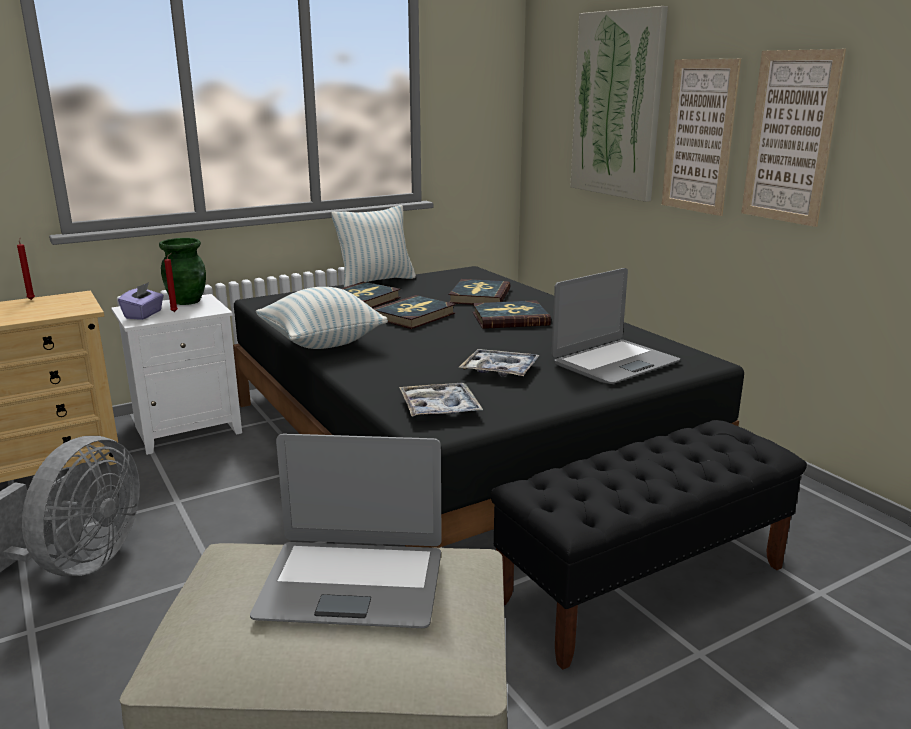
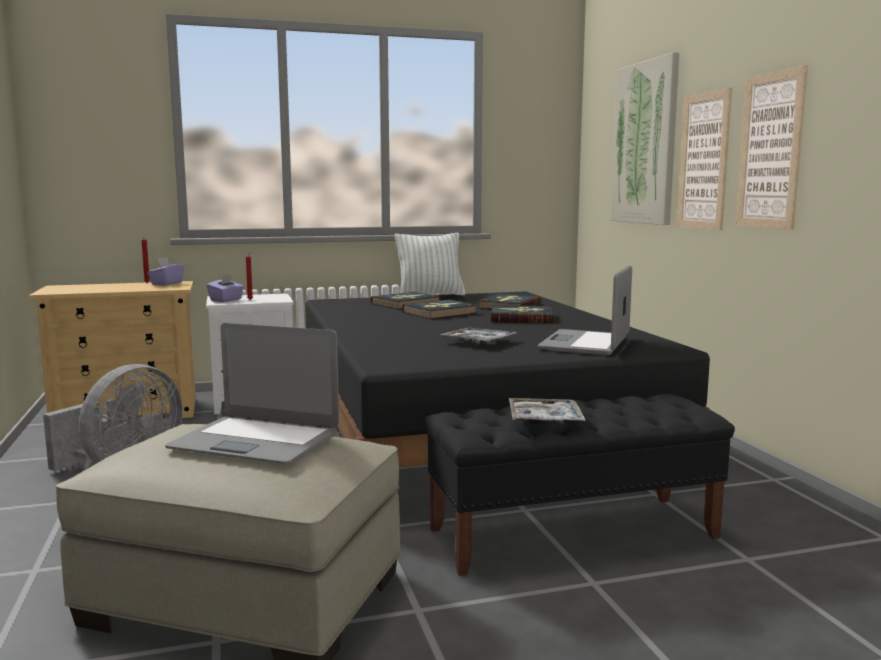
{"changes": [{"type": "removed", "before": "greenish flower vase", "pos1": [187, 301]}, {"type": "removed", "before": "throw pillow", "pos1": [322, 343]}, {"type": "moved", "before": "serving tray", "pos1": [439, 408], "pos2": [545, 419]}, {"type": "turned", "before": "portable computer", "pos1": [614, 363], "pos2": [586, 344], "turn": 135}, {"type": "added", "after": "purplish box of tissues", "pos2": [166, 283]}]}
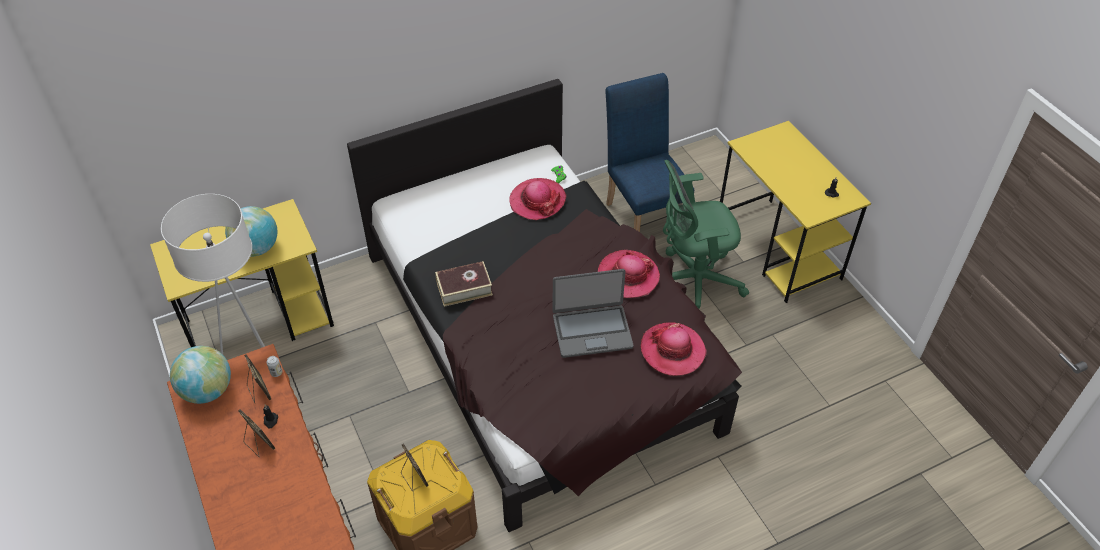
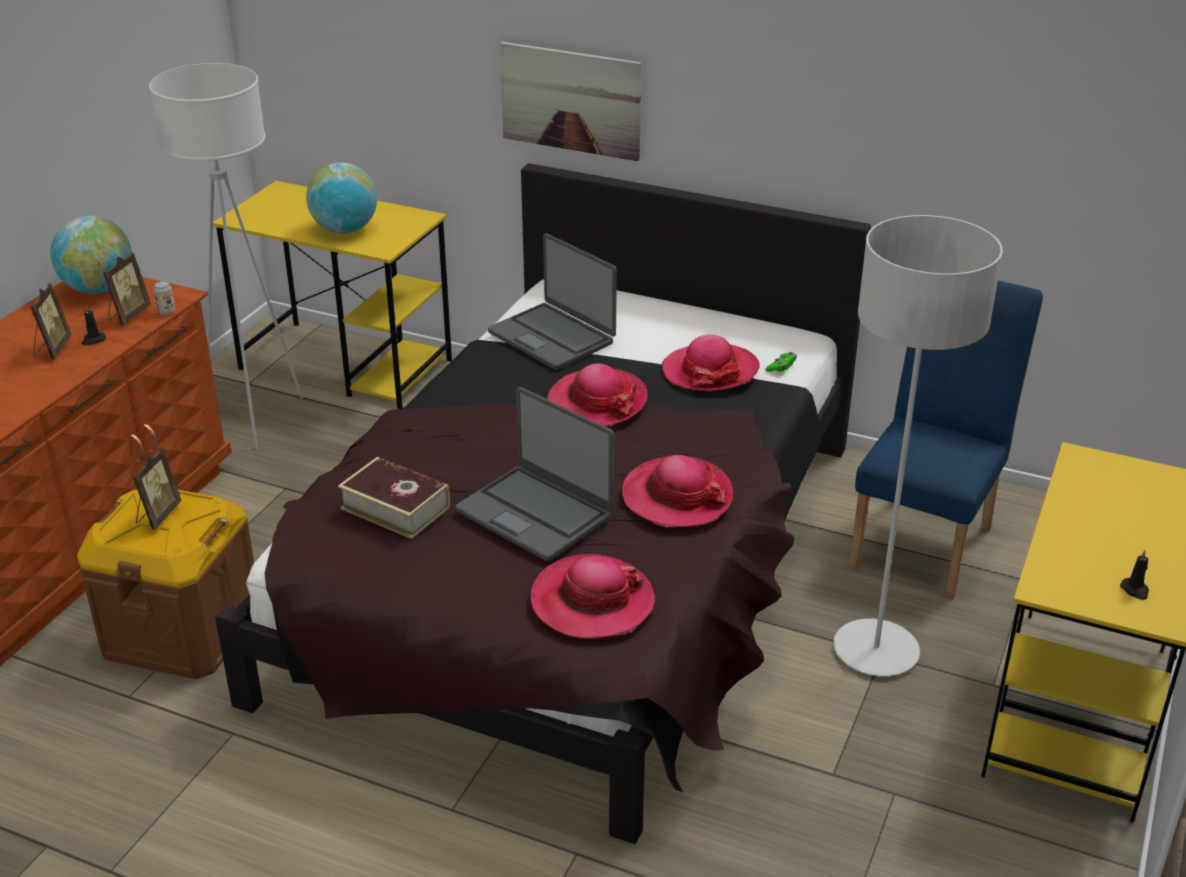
{"changes": [{"type": "moved", "before": "bound book", "pos1": [464, 288], "pos2": [395, 508]}, {"type": "replaced", "before": "greenish desk chair", "after": "gray standing lamp", "pos1": [692, 280], "pos2": [875, 651]}, {"type": "added", "after": "portable computer", "pos2": [552, 337]}, {"type": "added", "after": "wall picture", "pos2": [571, 100]}, {"type": "added", "after": "clothing hat", "pos2": [597, 401]}]}
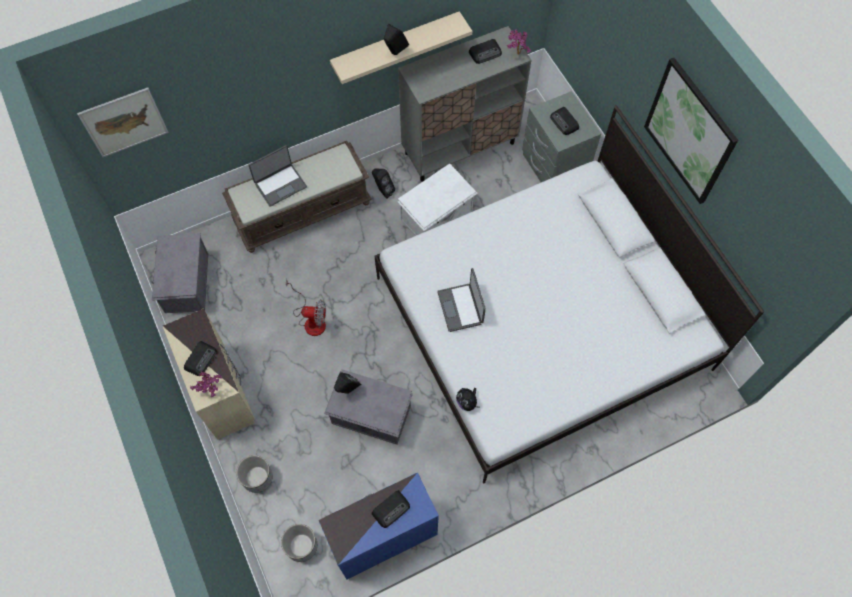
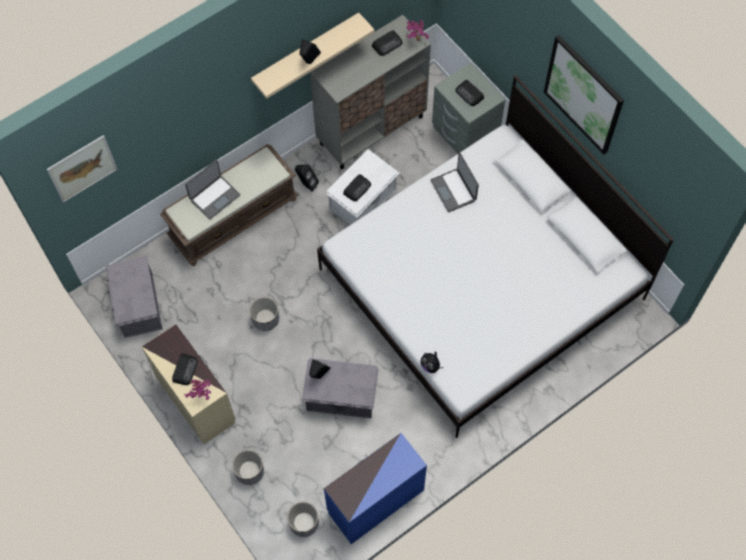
{"changes": [{"type": "replaced", "before": "fan", "after": "plant pot", "pos1": [311, 320], "pos2": [265, 319]}, {"type": "moved", "before": "radio receiver", "pos1": [391, 509], "pos2": [357, 188]}, {"type": "moved", "before": "portable computer", "pos1": [461, 307], "pos2": [454, 190]}]}
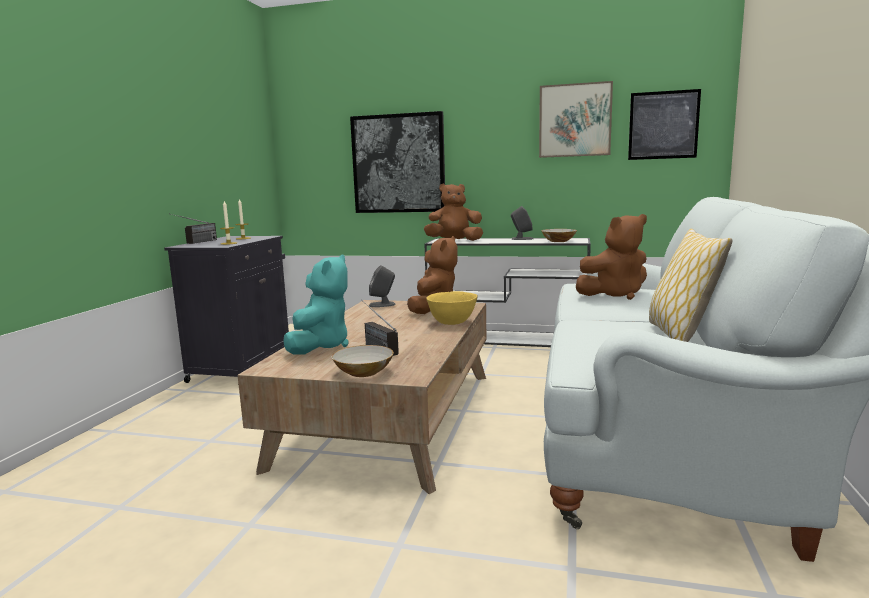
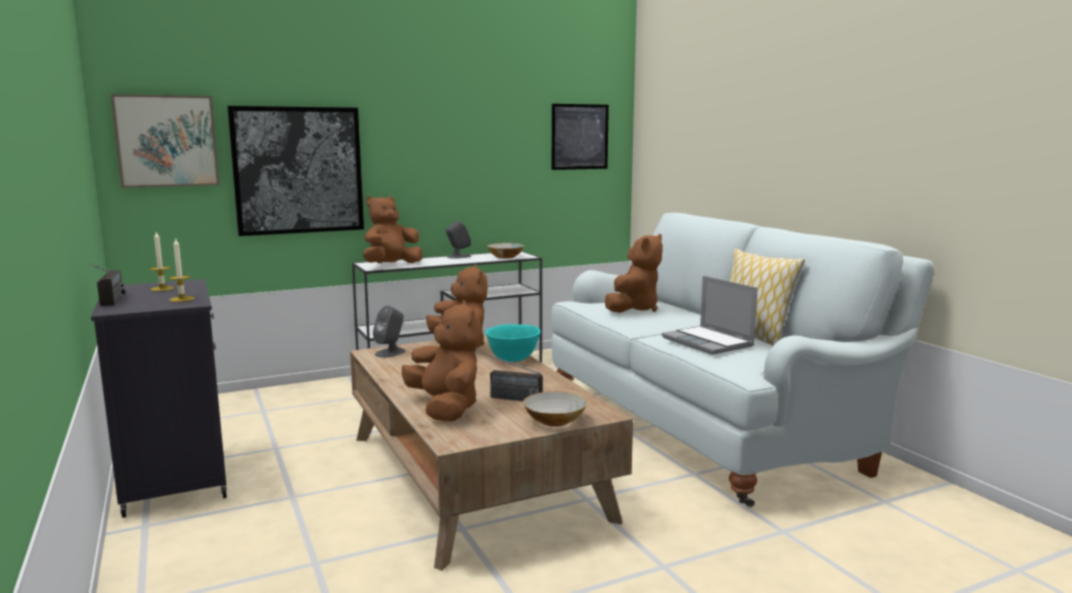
{"changes": [{"type": "recoloured", "before": "turquoise cuddly toy", "after": "brown-coloured cuddly toy", "pos1": [320, 346], "pos2": [445, 408]}, {"type": "recoloured", "before": "yellow-coloured bowl", "after": "turquoise bowl", "pos1": [452, 322], "pos2": [513, 358]}, {"type": "moved", "before": "wall picture", "pos1": [575, 120], "pos2": [167, 141]}, {"type": "added", "after": "portable computer", "pos2": [709, 342]}]}
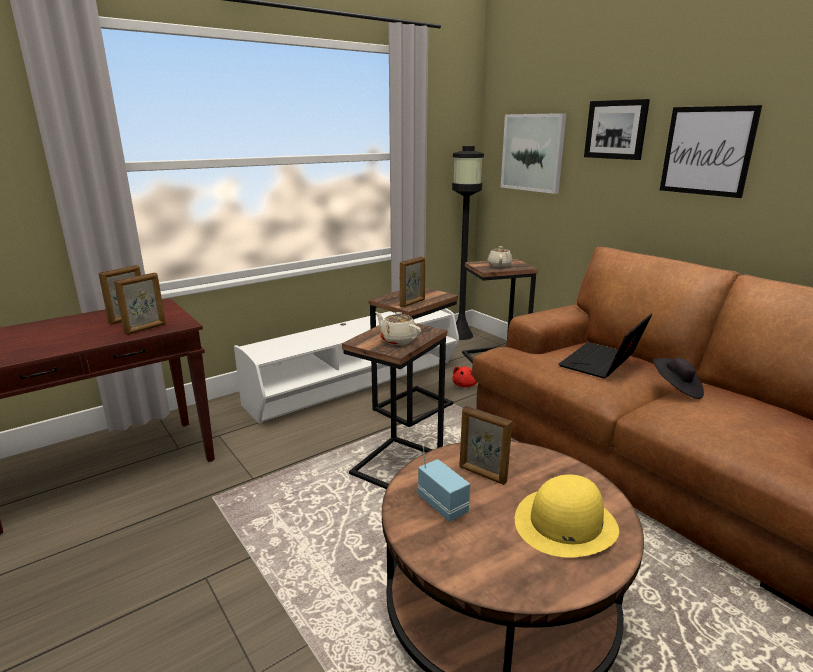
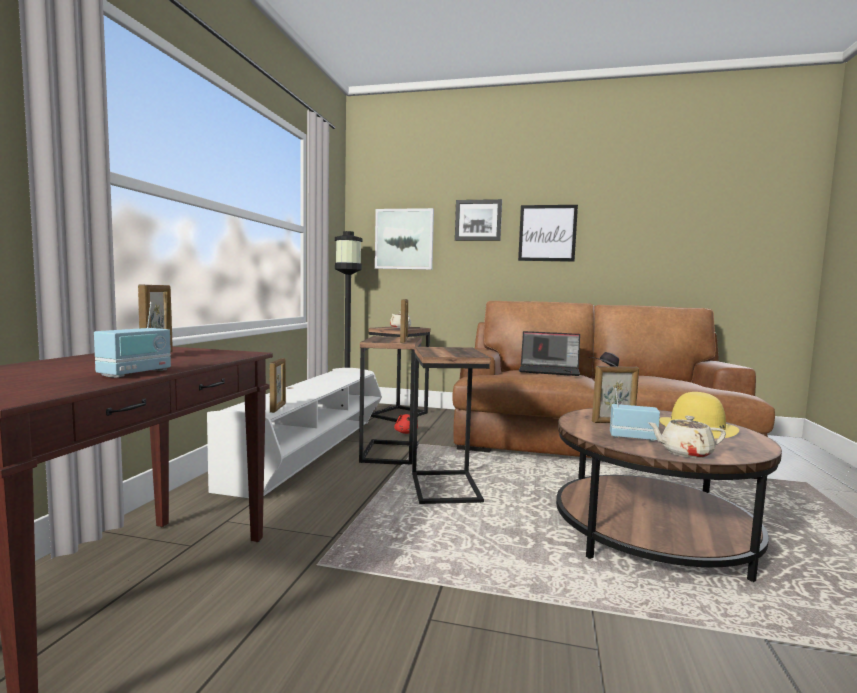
{"changes": [{"type": "moved", "before": "photo frame", "pos1": [146, 329], "pos2": [278, 408]}, {"type": "moved", "before": "sand-coloured tea pot", "pos1": [397, 340], "pos2": [685, 453]}, {"type": "turned", "before": "portable computer", "pos1": [602, 363], "pos2": [550, 371], "turn": -75}, {"type": "added", "after": "radio receiver", "pos2": [135, 373]}]}
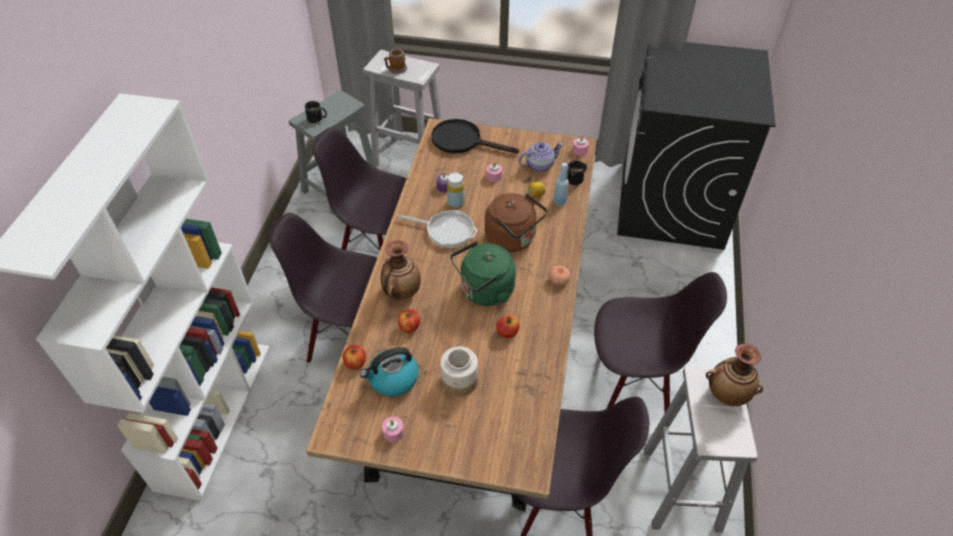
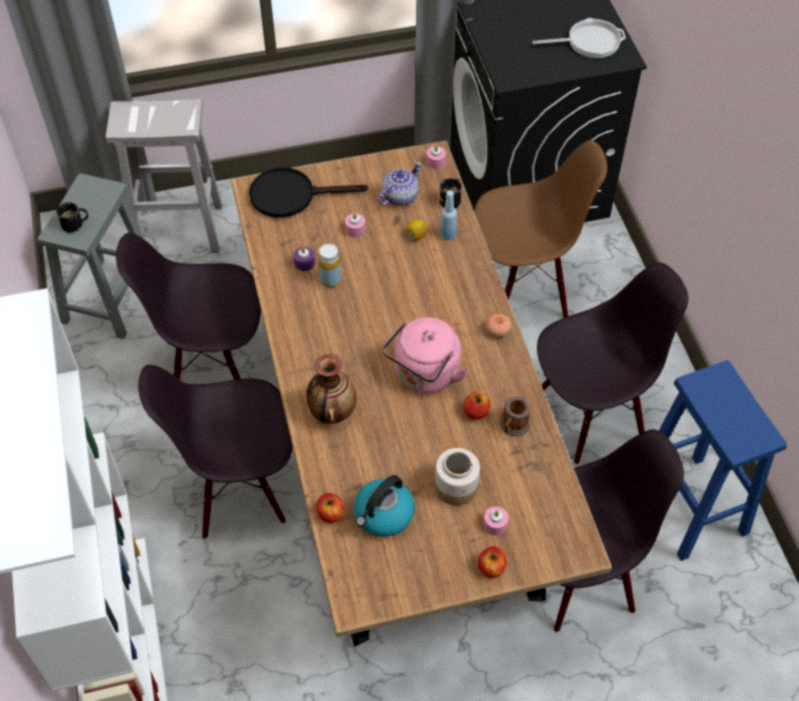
{"changes": [{"type": "moved", "before": "pinkish candle", "pos1": [393, 432], "pos2": [495, 524]}, {"type": "moved", "before": "mug", "pos1": [396, 69], "pos2": [513, 426]}, {"type": "moved", "before": "pan", "pos1": [446, 230], "pos2": [589, 42]}, {"type": "moved", "before": "apple", "pos1": [409, 327], "pos2": [491, 568]}, {"type": "recoloured", "before": "greenish kettle", "after": "pinkish kettle", "pos1": [484, 291], "pos2": [425, 375]}, {"type": "removed", "before": "brown-coloured kettle", "pos1": [513, 239]}, {"type": "recoloured", "before": "white stool seat", "after": "blue stool seat", "pos1": [682, 491], "pos2": [691, 508]}, {"type": "removed", "before": "flower vase", "pos1": [727, 394]}, {"type": "added", "after": "brown-coloured upright chair", "pos2": [524, 287]}]}
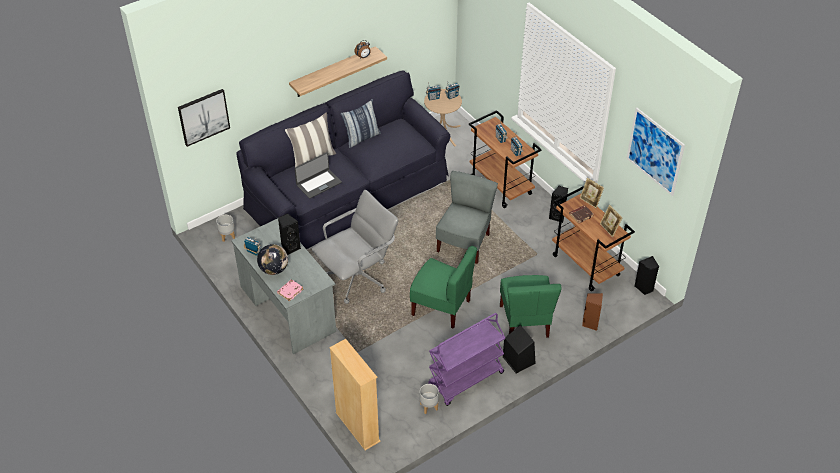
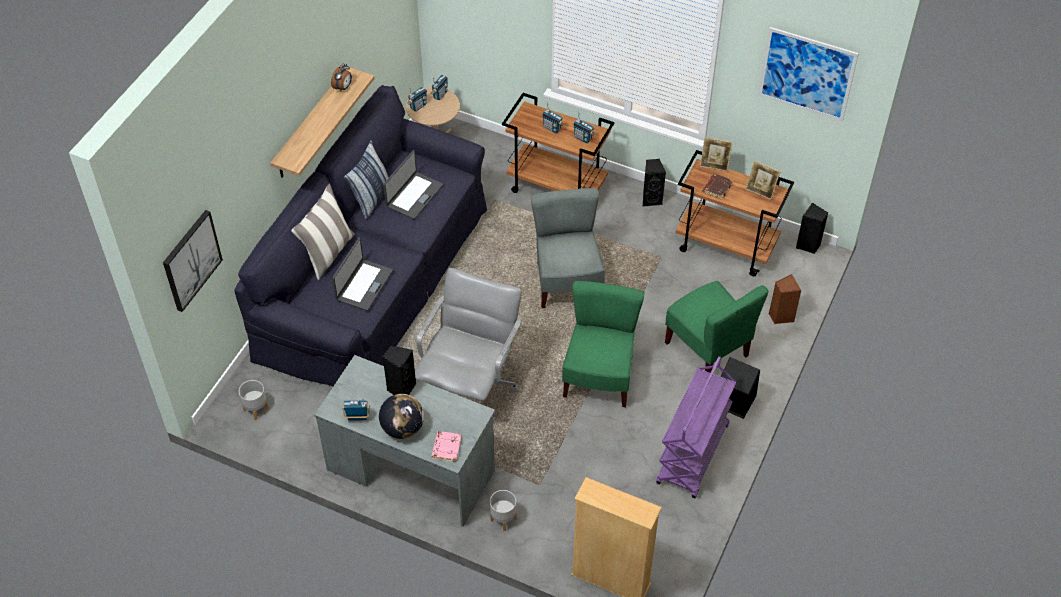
{"changes": [{"type": "turned", "before": "greenish upright chair", "pos1": [441, 307], "pos2": [599, 377], "turn": -75}, {"type": "moved", "before": "gray plant pot", "pos1": [428, 406], "pos2": [503, 519]}, {"type": "added", "after": "portable computer", "pos2": [414, 195]}]}
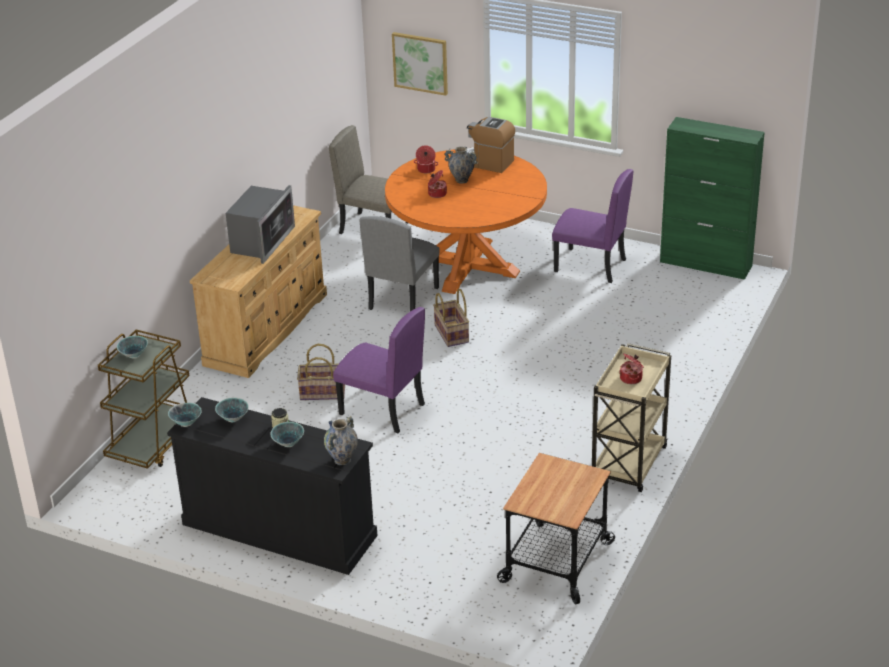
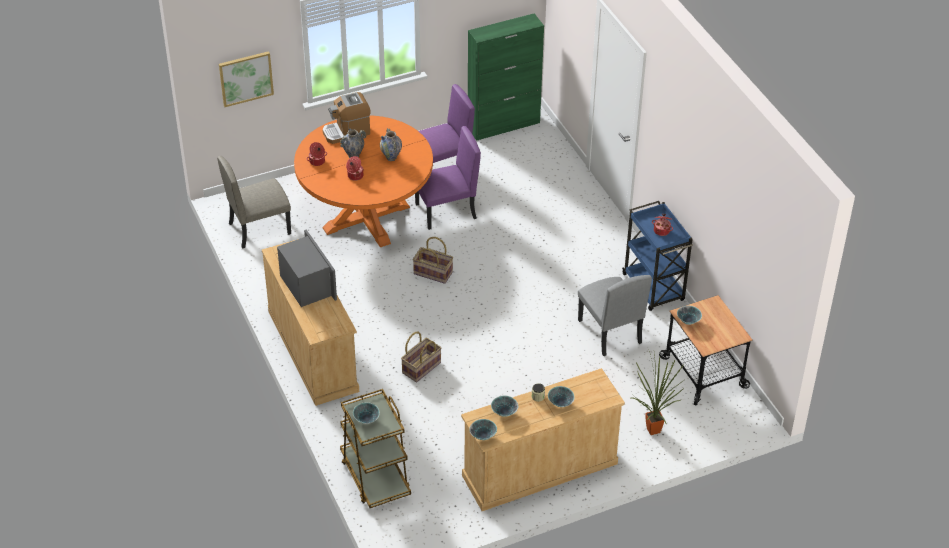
{"changes": [{"type": "recoloured", "before": "black-coloured drawer chest", "after": "sand-coloured drawer chest", "pos1": [278, 530], "pos2": [539, 470]}, {"type": "moved", "before": "flower vase", "pos1": [342, 460], "pos2": [391, 157]}, {"type": "moved", "before": "purplish upright chair", "pos1": [382, 409], "pos2": [446, 211]}, {"type": "moved", "before": "gray upright chair", "pos1": [403, 298], "pos2": [609, 332]}, {"type": "recoloured", "before": "sand-coloured cart", "after": "blue cart", "pos1": [628, 465], "pos2": [654, 288]}, {"type": "added", "after": "plant in a pot", "pos2": [652, 428]}, {"type": "added", "after": "bowl", "pos2": [688, 321]}]}
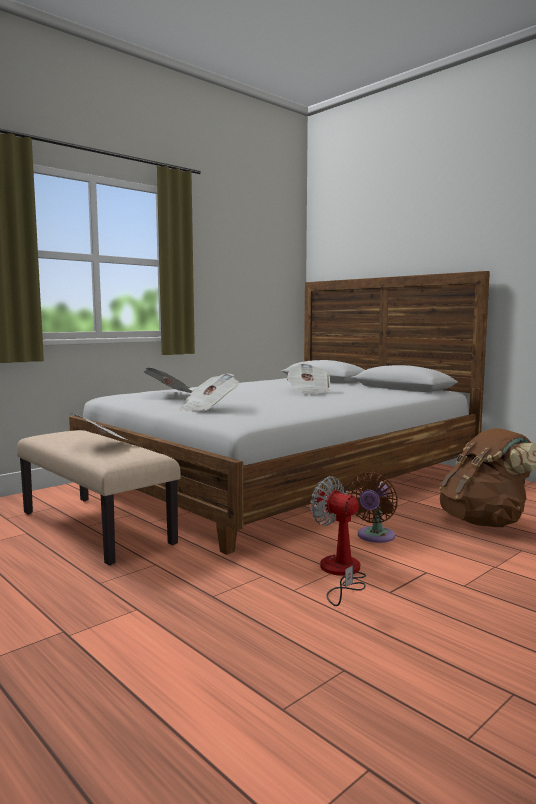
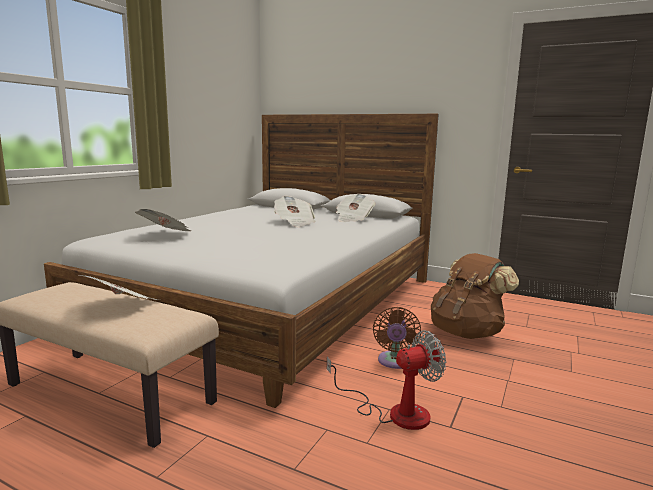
{"changes": [{"type": "moved", "before": "printed paper", "pos1": [208, 408], "pos2": [353, 219]}, {"type": "turned", "before": "fan", "pos1": [340, 573], "pos2": [395, 412], "turn": 135}]}
